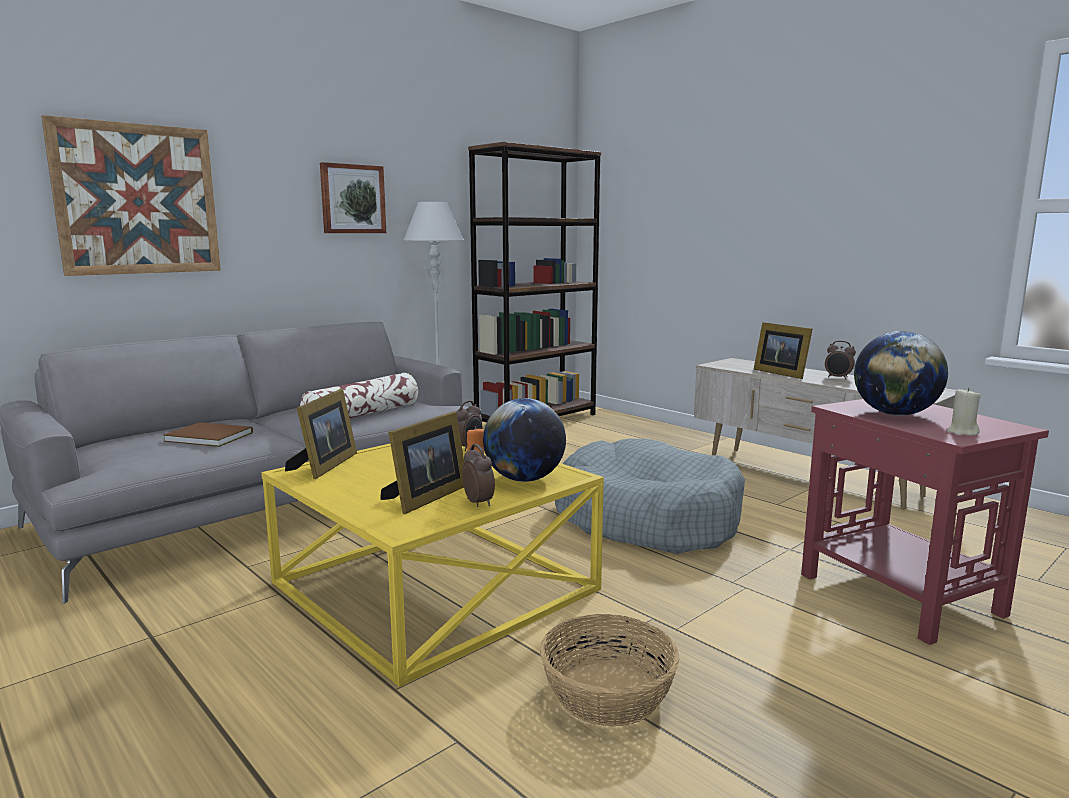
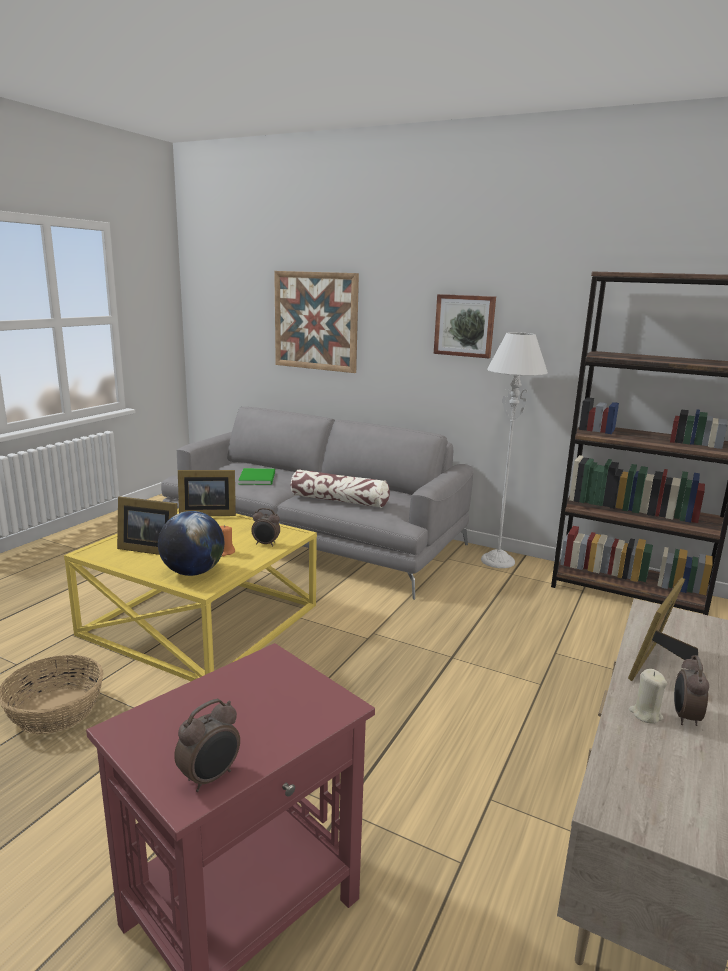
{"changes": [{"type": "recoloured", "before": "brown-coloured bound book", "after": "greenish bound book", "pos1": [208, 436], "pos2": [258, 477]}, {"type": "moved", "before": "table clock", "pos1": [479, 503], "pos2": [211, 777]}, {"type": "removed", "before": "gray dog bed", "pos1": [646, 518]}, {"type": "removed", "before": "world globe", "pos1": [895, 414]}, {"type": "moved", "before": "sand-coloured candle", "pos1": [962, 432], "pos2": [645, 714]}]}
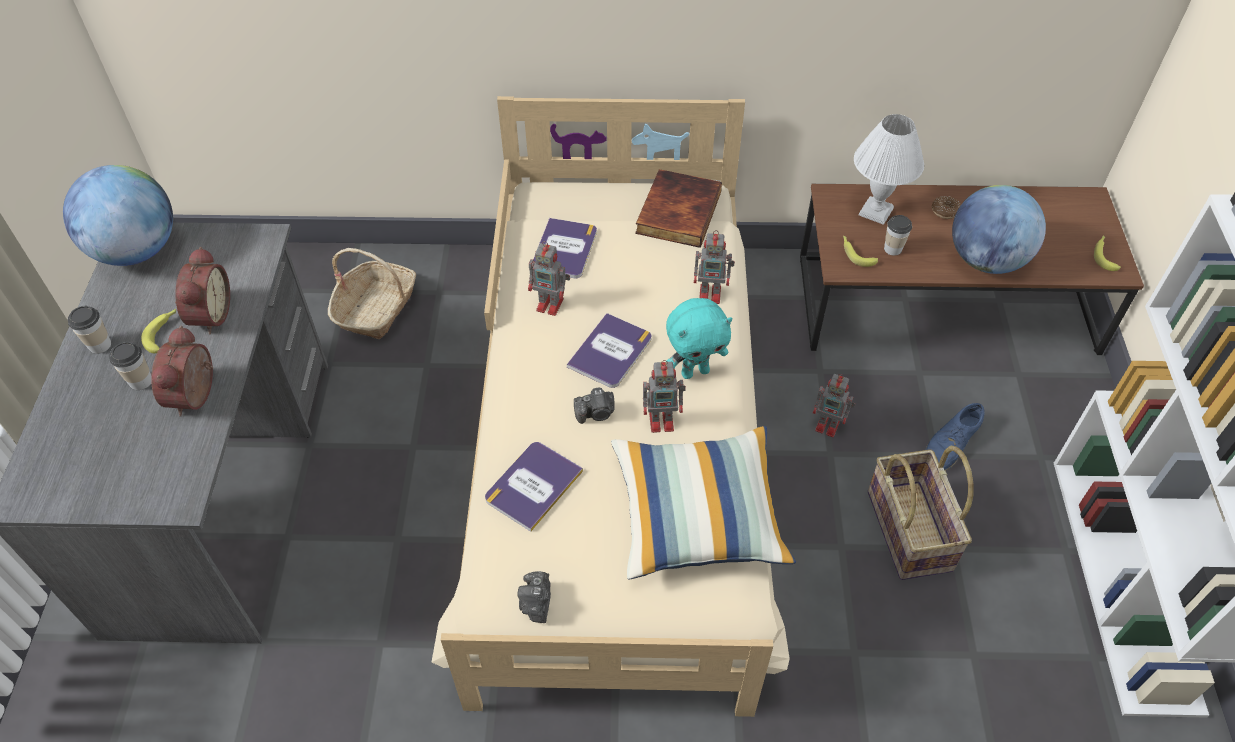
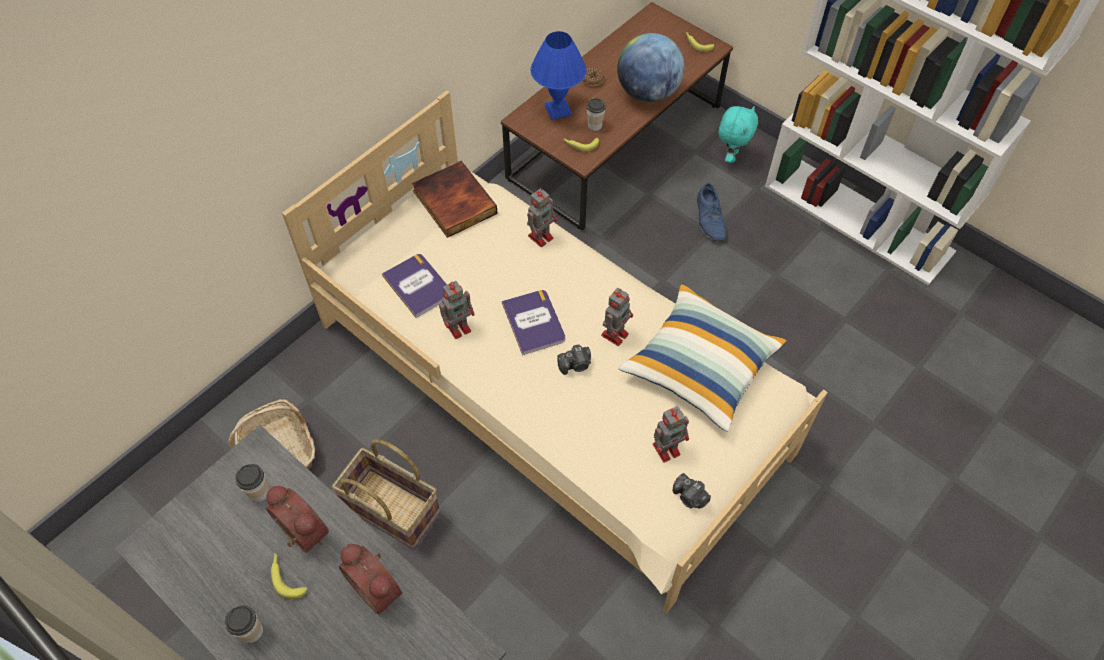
{"changes": [{"type": "removed", "before": "world globe", "pos1": [137, 250]}, {"type": "moved", "before": "drinking cup", "pos1": [140, 381], "pos2": [259, 492]}, {"type": "removed", "before": "bound book", "pos1": [533, 485]}, {"type": "turned", "before": "photo camera", "pos1": [596, 413], "pos2": [575, 365], "turn": 45}, {"type": "moved", "before": "turquoise cuddly toy", "pos1": [695, 371], "pos2": [731, 156]}, {"type": "moved", "before": "model robot", "pos1": [829, 426], "pos2": [667, 448]}, {"type": "recoloured", "before": "white lamp for a table", "after": "blue lamp for a table", "pos1": [875, 211], "pos2": [557, 109]}, {"type": "moved", "before": "household basket", "pos1": [911, 531], "pos2": [393, 508]}]}
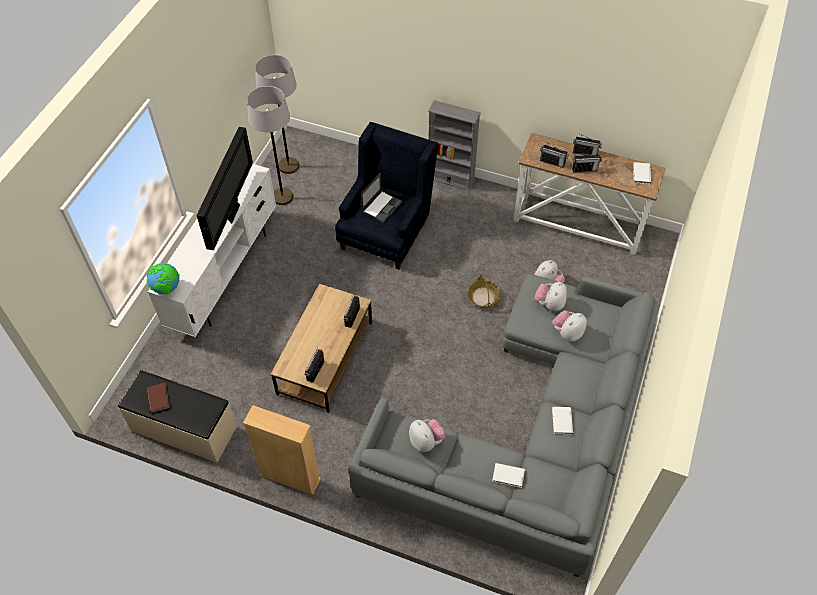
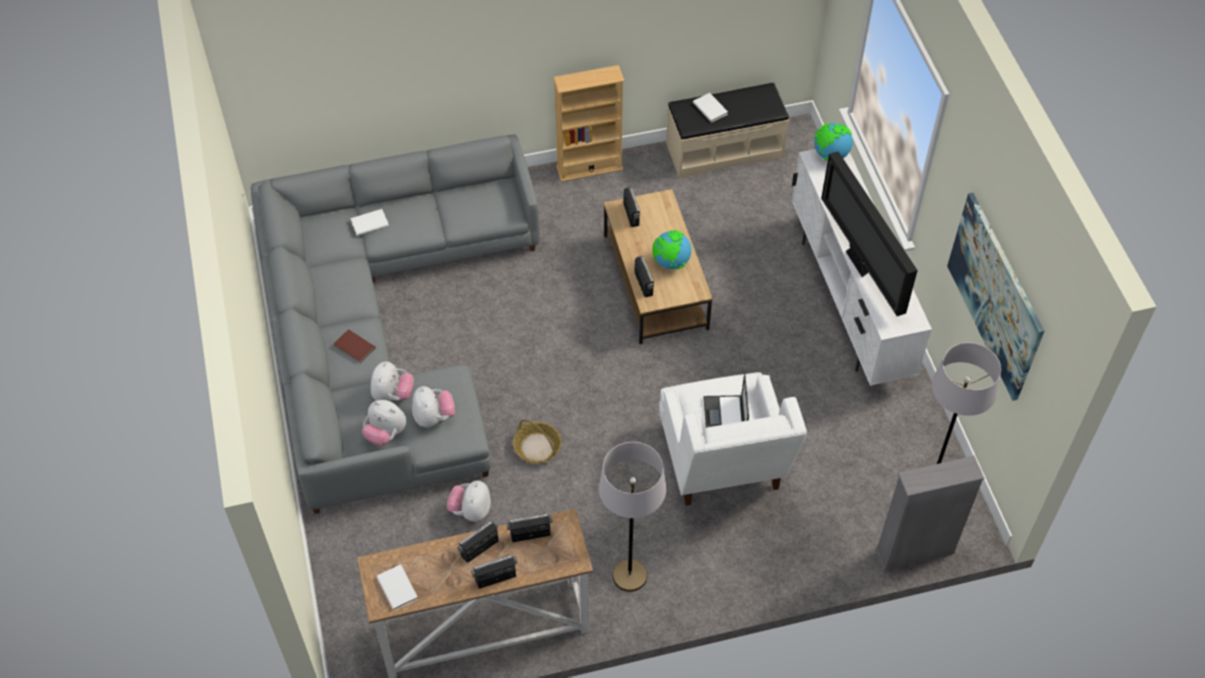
{"changes": [{"type": "moved", "before": "brown-coloured bound book", "pos1": [159, 398], "pos2": [354, 347]}, {"type": "moved", "before": "gray standing lamp", "pos1": [282, 197], "pos2": [629, 576]}, {"type": "recoloured", "before": "blue armchair", "after": "white armchair", "pos1": [387, 230], "pos2": [723, 465]}, {"type": "moved", "before": "cuddly toy", "pos1": [426, 441], "pos2": [386, 433]}, {"type": "moved", "before": "gray bookcase", "pos1": [450, 179], "pos2": [915, 551]}, {"type": "moved", "before": "white bound book", "pos1": [561, 421], "pos2": [710, 108]}, {"type": "added", "after": "world globe", "pos2": [671, 263]}, {"type": "added", "after": "wall picture", "pos2": [995, 295]}]}
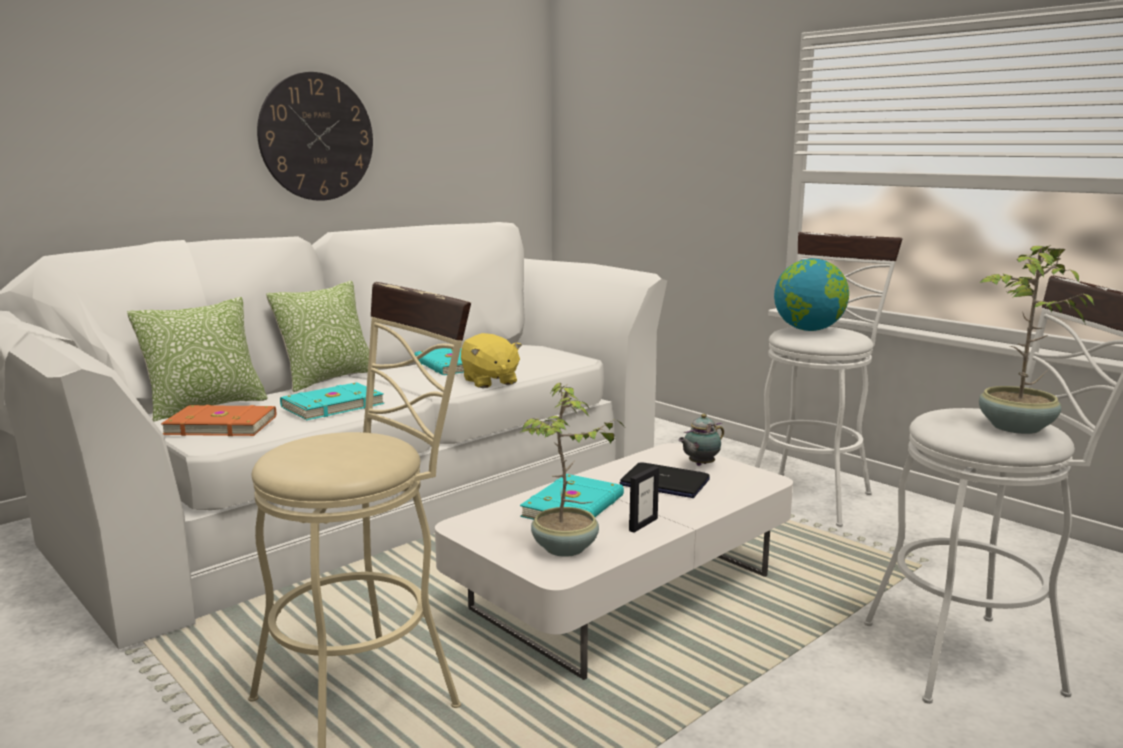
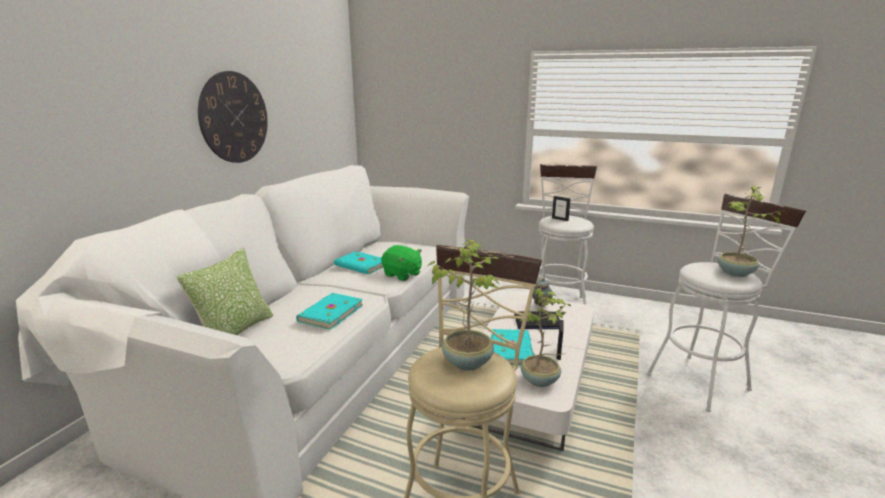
{"changes": [{"type": "removed", "before": "orange bound book", "pos1": [221, 425]}, {"type": "removed", "before": "throw pillow", "pos1": [328, 379]}, {"type": "recoloured", "before": "yellow-coloured cuddly toy", "after": "greenish cuddly toy", "pos1": [489, 381], "pos2": [402, 275]}, {"type": "replaced", "before": "world globe", "after": "photo frame", "pos1": [809, 330], "pos2": [560, 219]}, {"type": "added", "after": "plant in a pot", "pos2": [467, 361]}]}
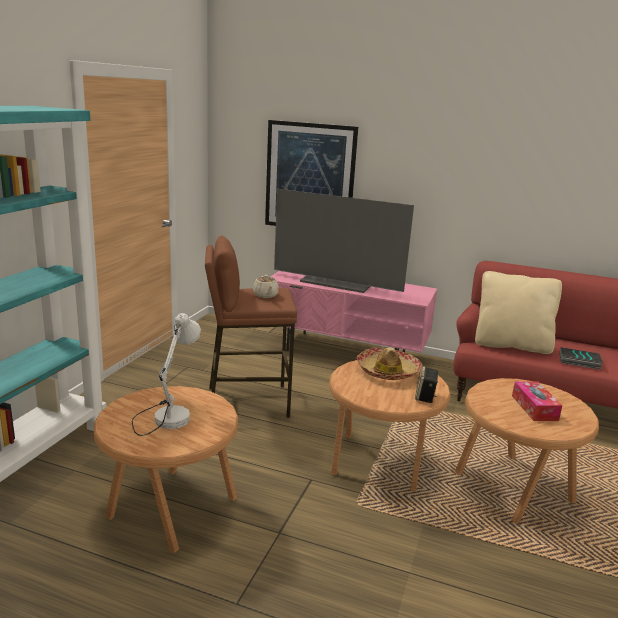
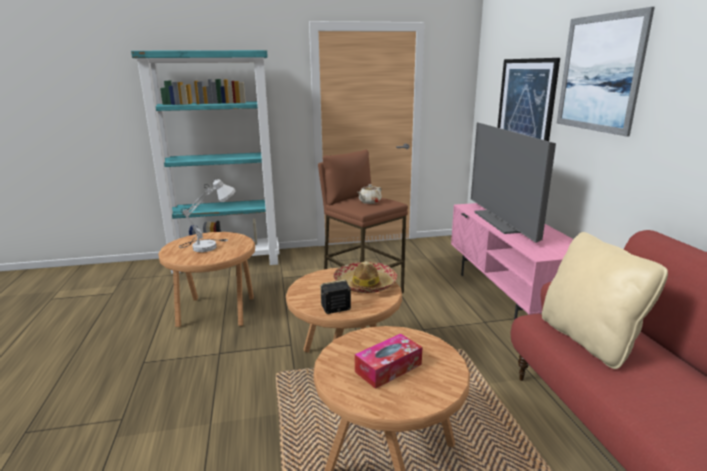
{"changes": [{"type": "removed", "before": "bound book", "pos1": [579, 361]}, {"type": "added", "after": "wall picture", "pos2": [599, 73]}]}
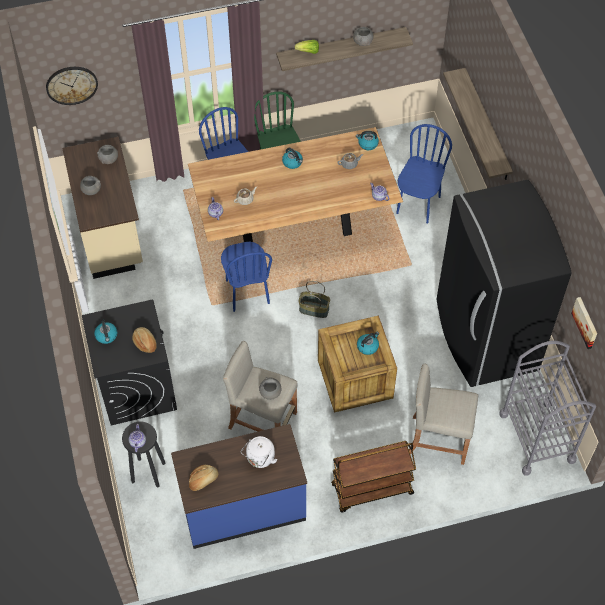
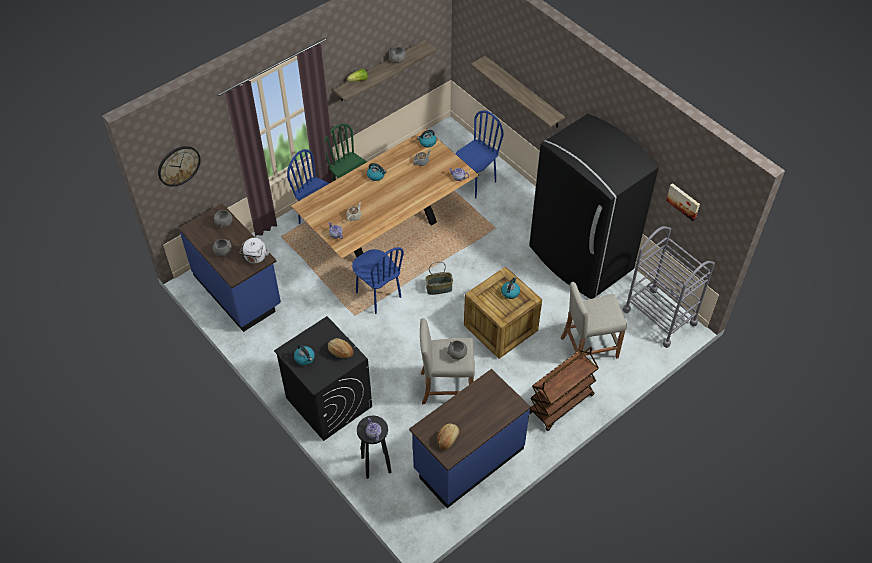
{"changes": [{"type": "recoloured", "before": "sand-coloured kitchen counter", "after": "blue kitchen counter", "pos1": [111, 233], "pos2": [238, 290]}, {"type": "moved", "before": "white kettle", "pos1": [259, 459], "pos2": [255, 258]}, {"type": "turned", "before": "blue upright chair", "pos1": [418, 205], "pos2": [475, 182], "turn": 45}]}
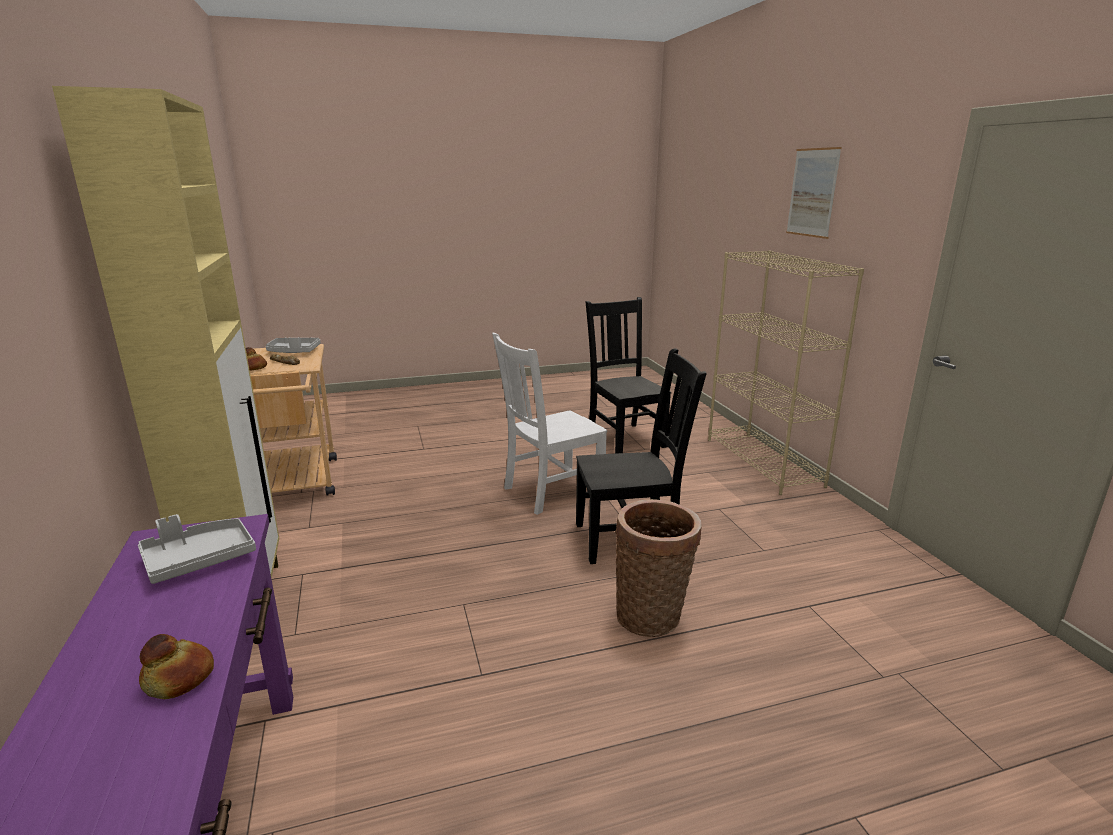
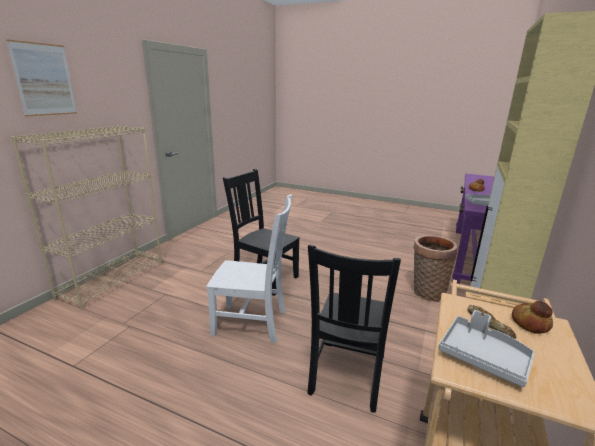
{"changes": [{"type": "moved", "before": "black-coloured upright chair", "pos1": [625, 438], "pos2": [347, 376]}, {"type": "moved", "before": "household basket", "pos1": [652, 616], "pos2": [427, 292]}]}
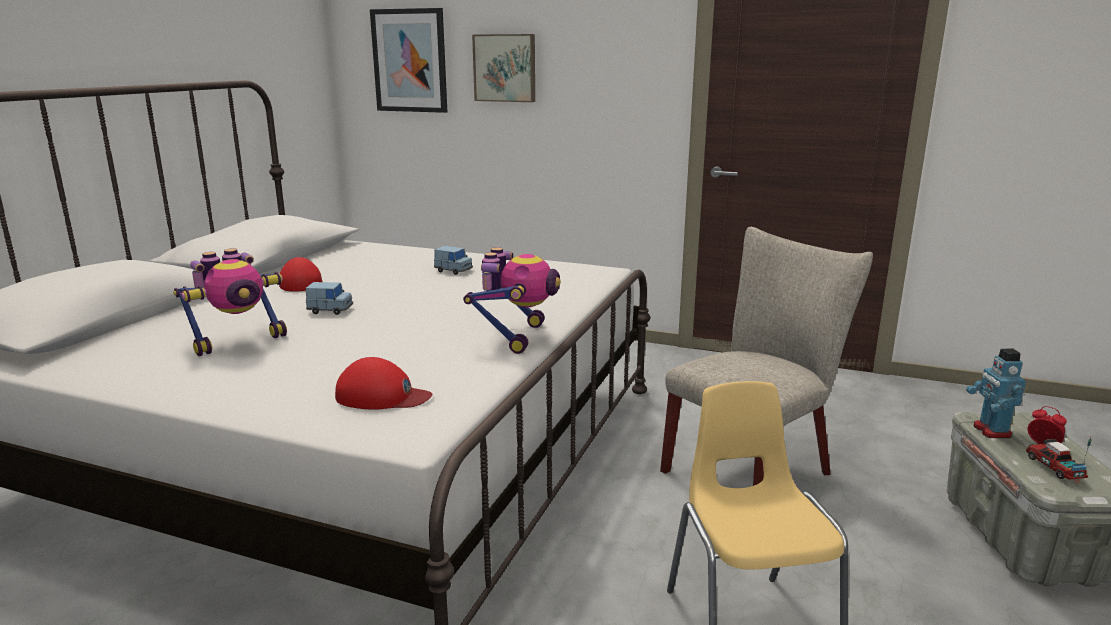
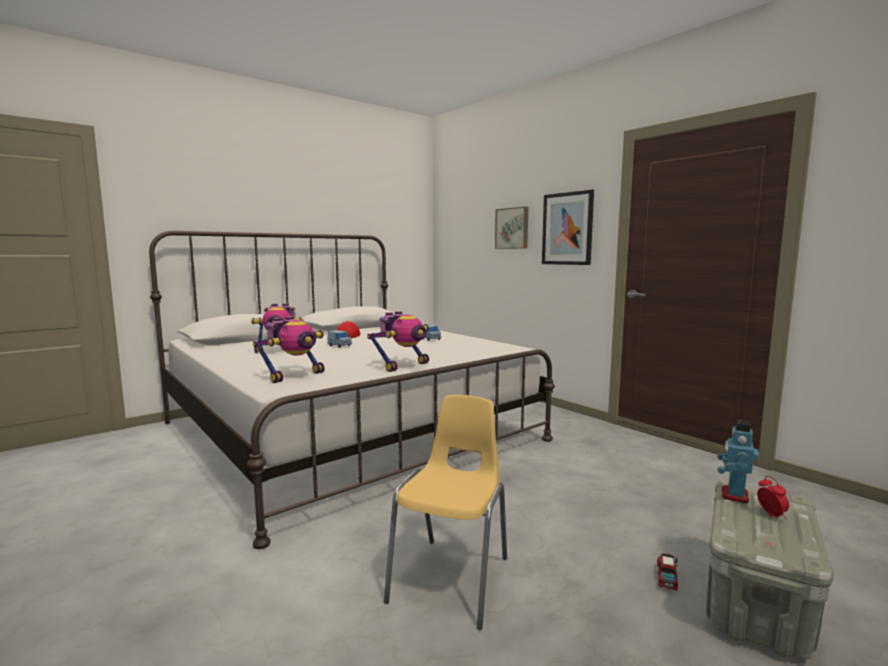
{"changes": [{"type": "replaced", "before": "red peaked cap", "after": "model robot", "pos1": [382, 396], "pos2": [294, 376]}, {"type": "moved", "before": "wall picture", "pos1": [410, 61], "pos2": [567, 228]}, {"type": "removed", "before": "sand-coloured upright chair", "pos1": [754, 469]}, {"type": "moved", "before": "toy lorry", "pos1": [1053, 467], "pos2": [666, 578]}]}
